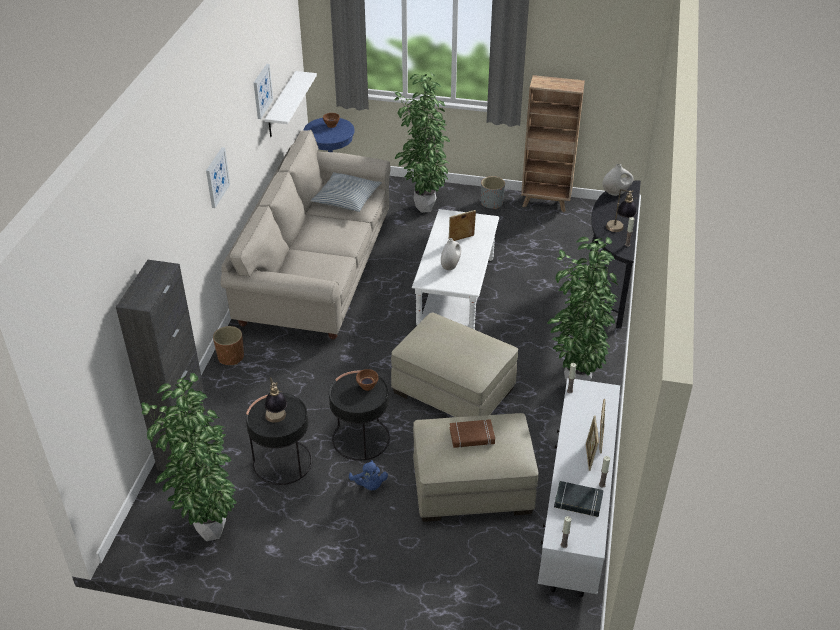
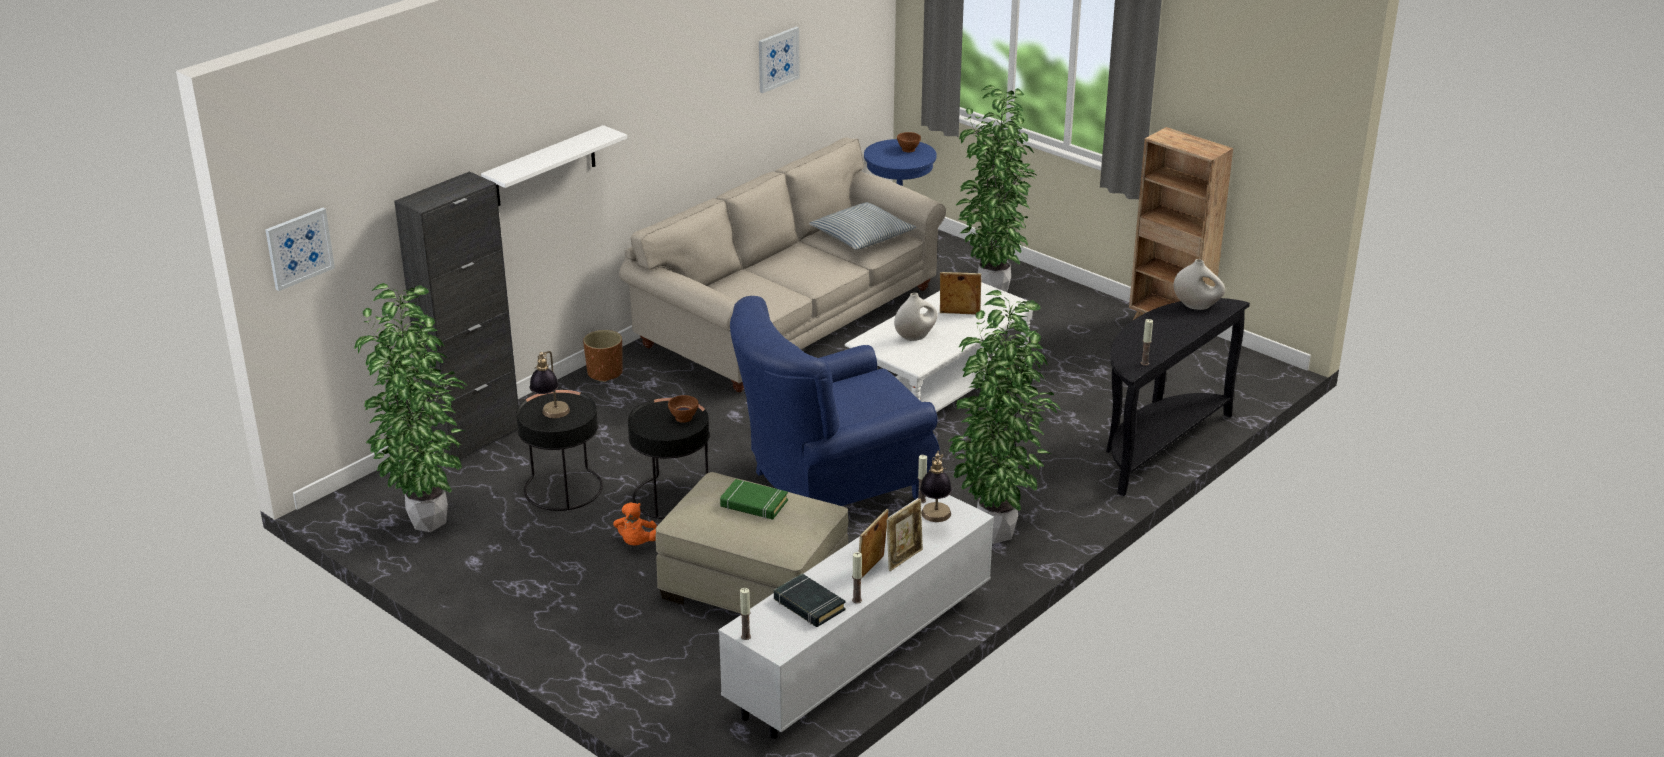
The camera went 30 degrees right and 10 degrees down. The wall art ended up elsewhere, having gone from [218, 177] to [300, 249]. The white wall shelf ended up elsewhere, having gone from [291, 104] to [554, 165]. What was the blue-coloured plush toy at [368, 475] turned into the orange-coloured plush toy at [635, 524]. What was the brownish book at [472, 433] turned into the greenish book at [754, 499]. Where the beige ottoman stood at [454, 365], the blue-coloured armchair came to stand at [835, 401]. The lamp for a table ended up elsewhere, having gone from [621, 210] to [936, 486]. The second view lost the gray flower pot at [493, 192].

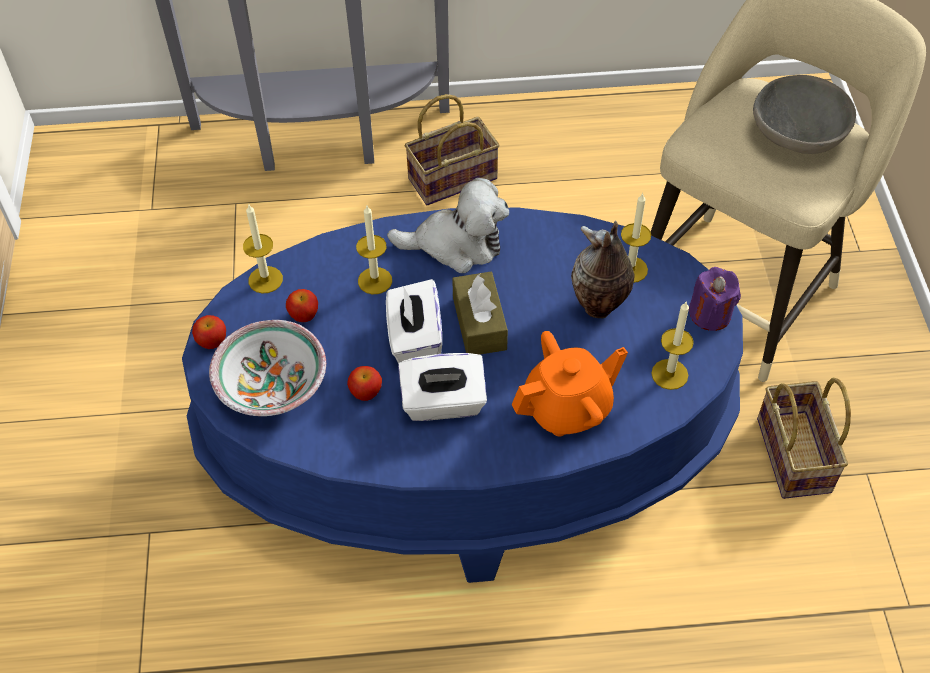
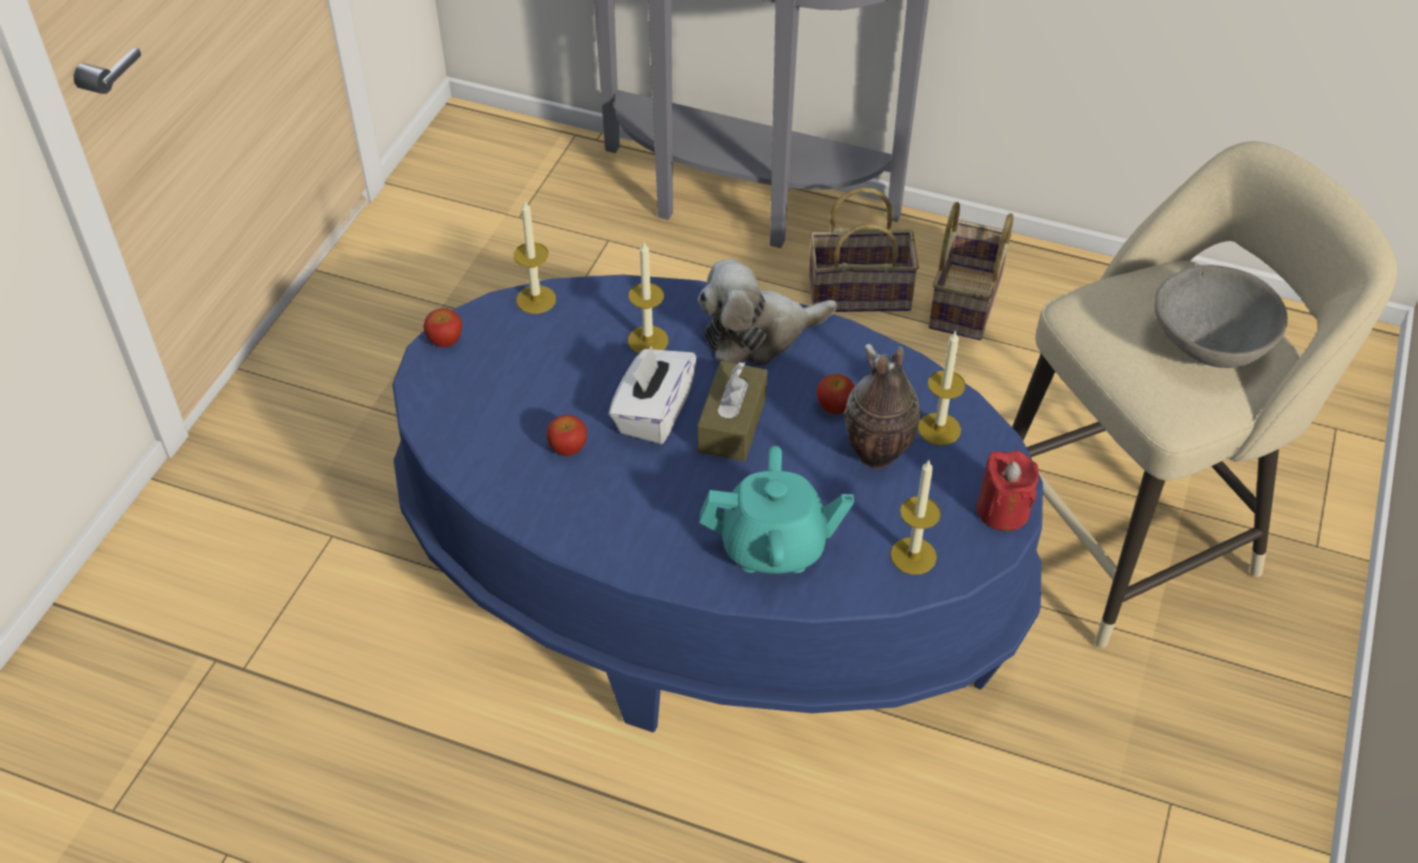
The camera went 25 degrees right and 5 degrees down. The plush toy at [448, 225] ended up facing another way, 135 degrees clockwise from before. What was the orange-coloured pot for tea at [570, 384] turned into the turquoise-coloured pot for tea at [777, 510]. The whole apple ended up elsewhere, having gone from [302, 305] to [836, 394]. The household basket ended up elsewhere, having gone from [804, 438] to [971, 271]. What was the purple-coloured wax light at [715, 299] turned into the red wax light at [1008, 491]. The second view lost the bowl at [267, 368]. The second view lost the white tissue holder at [442, 387].

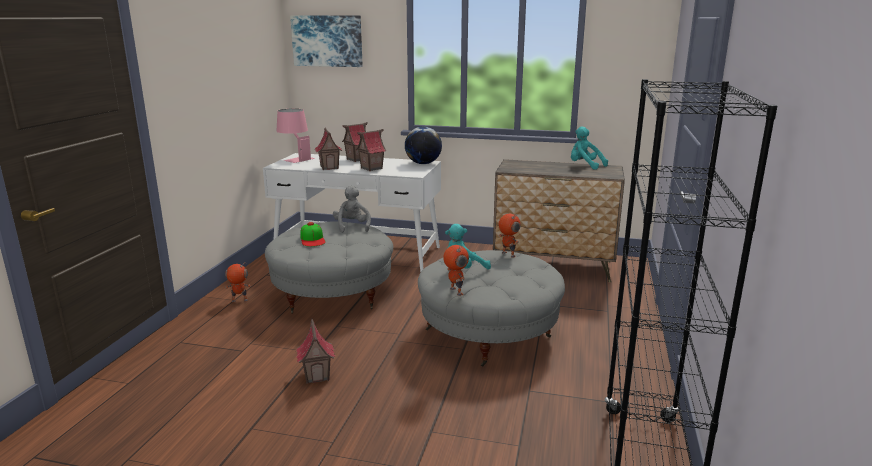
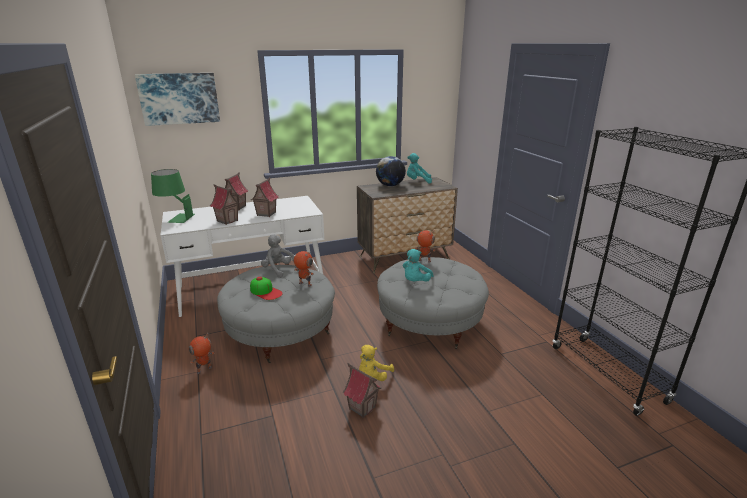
The camera went 35 degrees left and 5 degrees up. What was the pinkish lamp for a table at [295, 136] turned into the greenish lamp for a table at [173, 196]. The model robot ended up elsewhere, having gone from [456, 270] to [303, 269]. The second view gained the yellow-coloured plush toy at [376, 363]. The desk globe ended up elsewhere, having gone from [423, 145] to [391, 171].

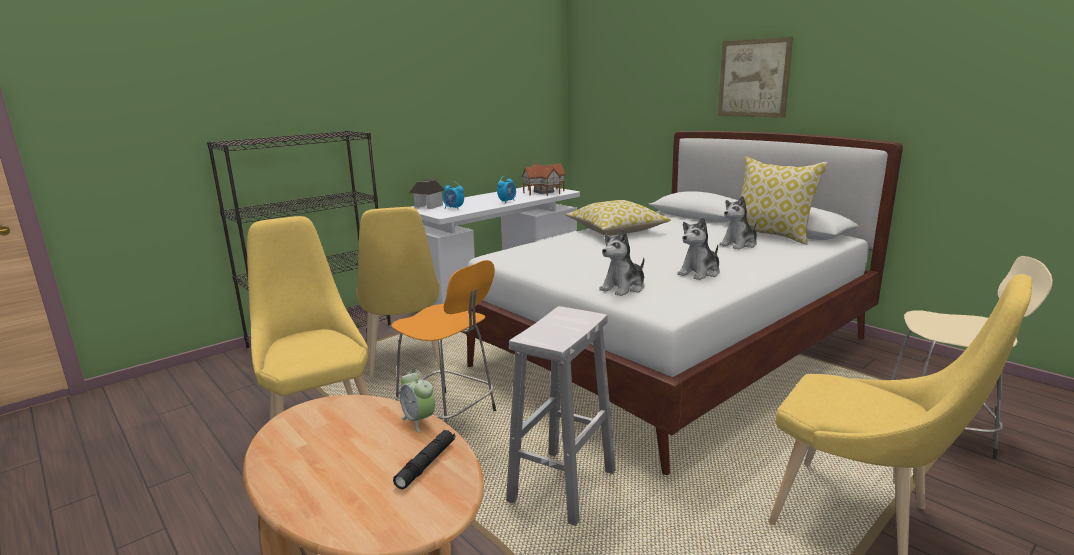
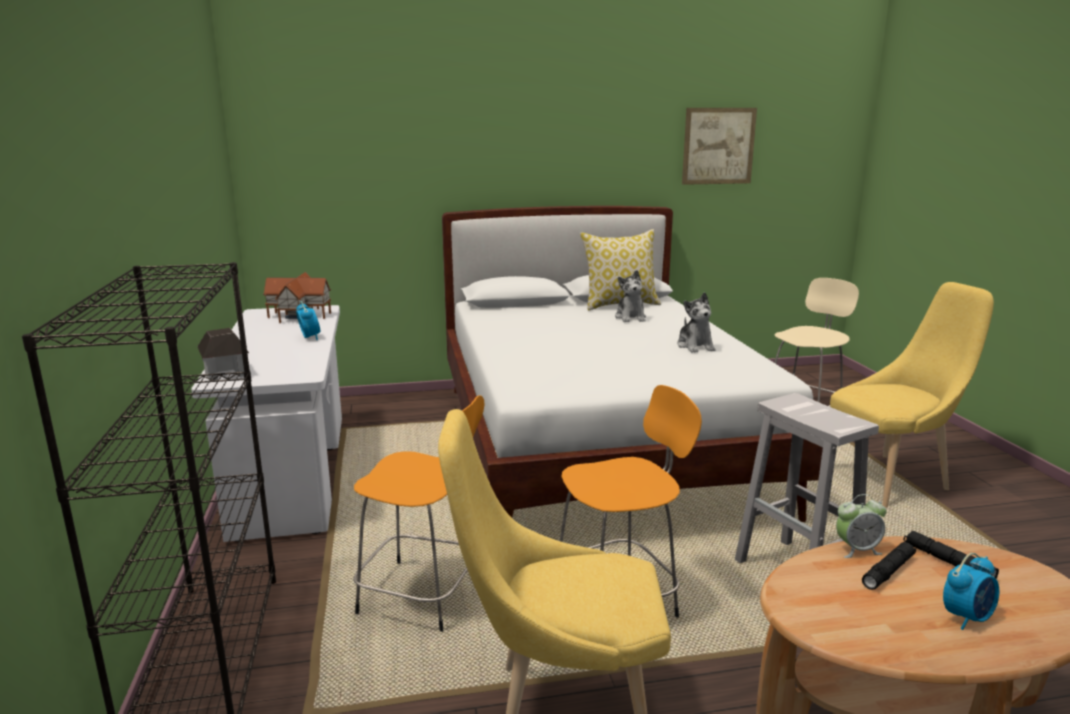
The camera went 60 degrees left and 0 degrees up. Where the yellow-coloured chair stood at [398, 292], the orange-coloured stool came to stand at [418, 514]. The wall art ended up elsewhere, having gone from [755, 77] to [719, 146]. The second view gained the black-coloured hand torch at [889, 566]. The table clock ended up elsewhere, having gone from [453, 195] to [971, 591]. The second view lost the cushion at [618, 218]. The second view lost the plush toy at [621, 262].

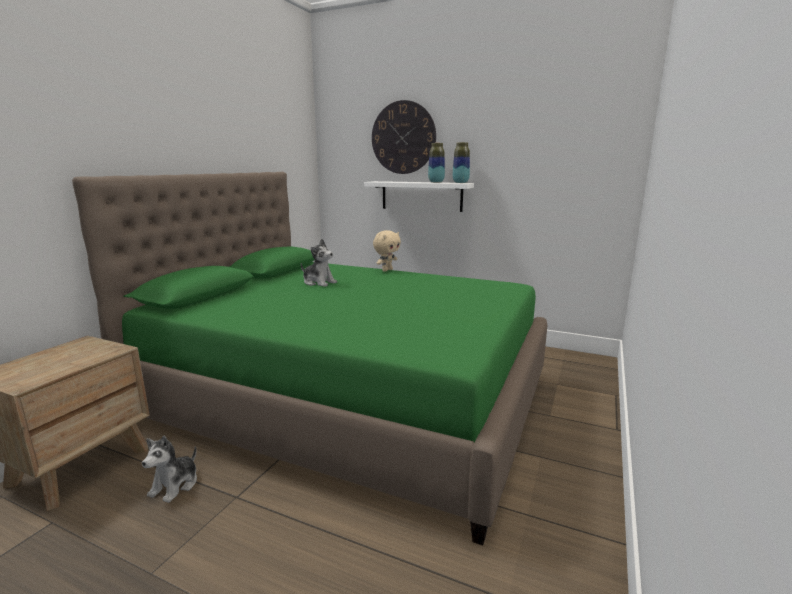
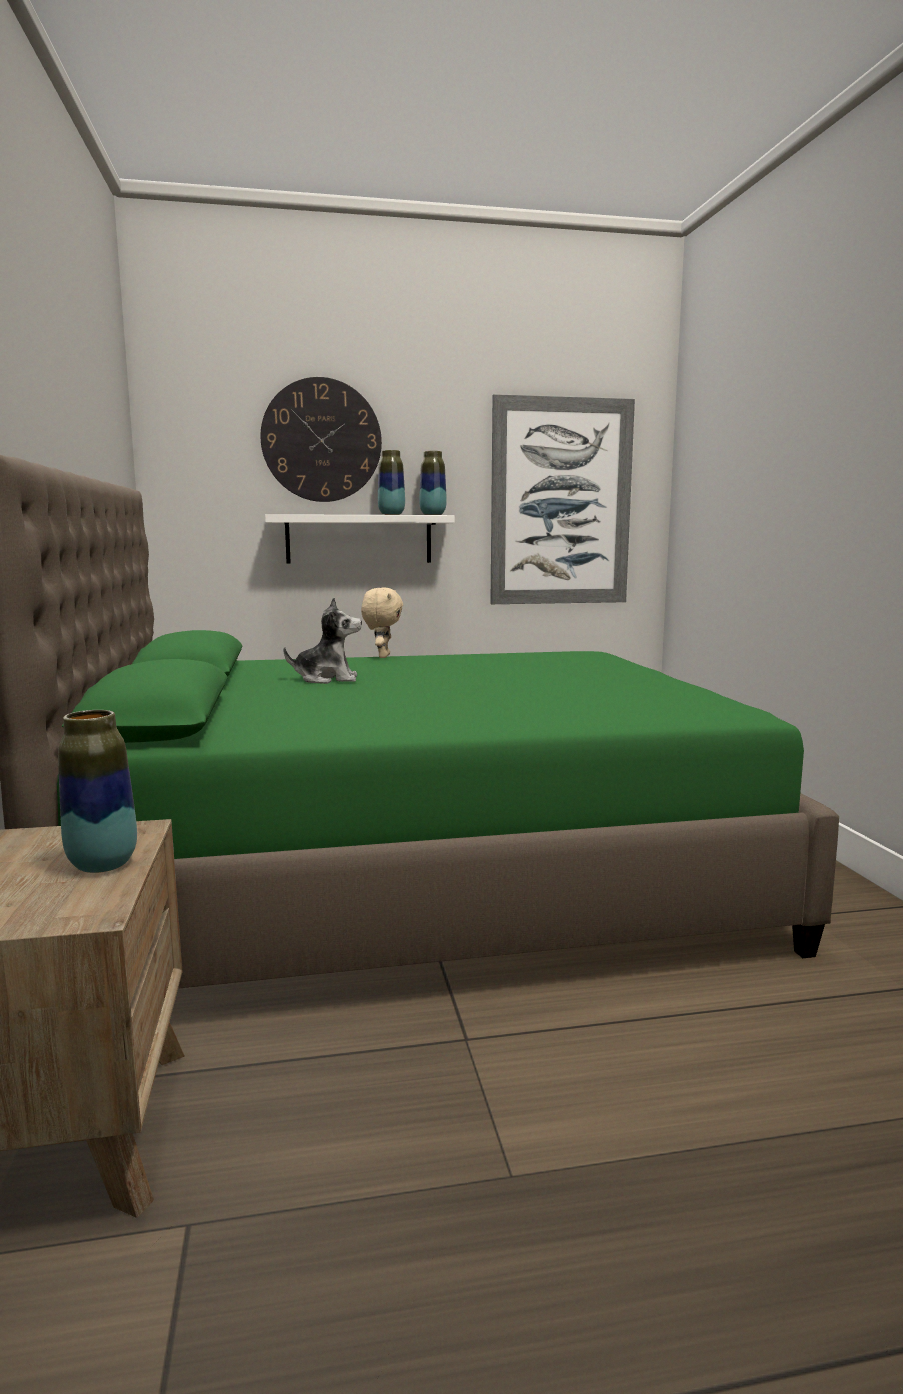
The camera went 35 degrees left and 5 degrees down. The second view gained the decorative vase at [97, 791]. The second view gained the wall art at [562, 499]. The second view lost the plush toy at [169, 469].

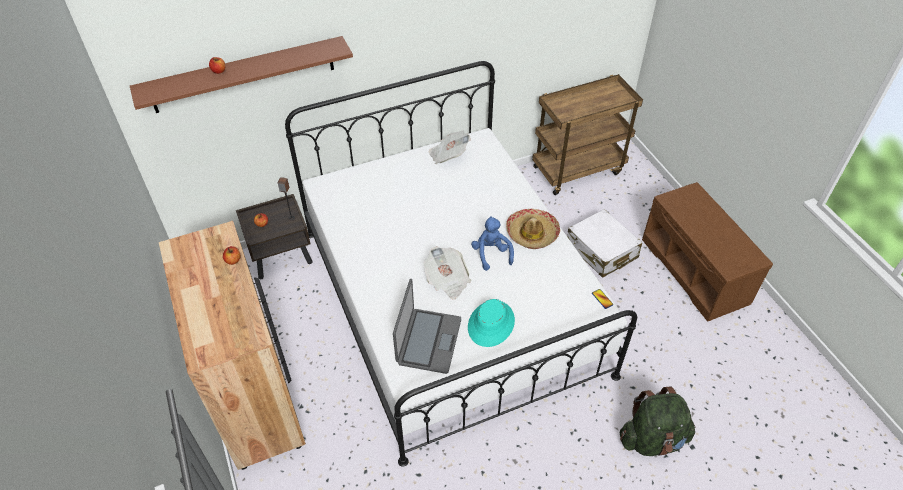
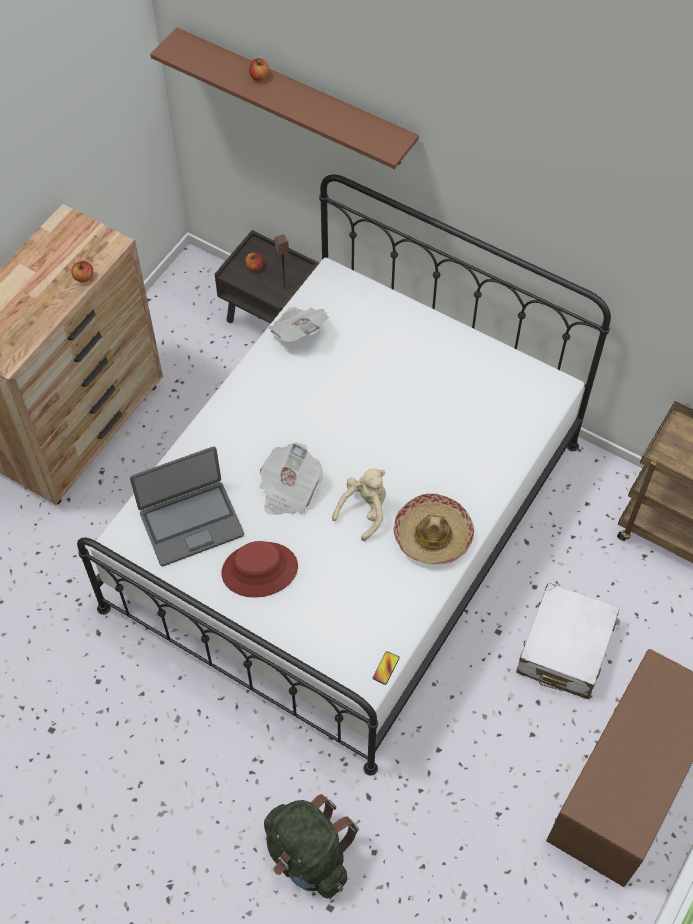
The camera went 55 degrees right and 10 degrees up. What was the turquoise-coloured wearable hat at [491, 323] turned into the red wearable hat at [260, 569]. The newspaper ended up elsewhere, having gone from [450, 147] to [298, 324]. What was the blue-coloured plush toy at [492, 244] turned into the beige plush toy at [359, 505].

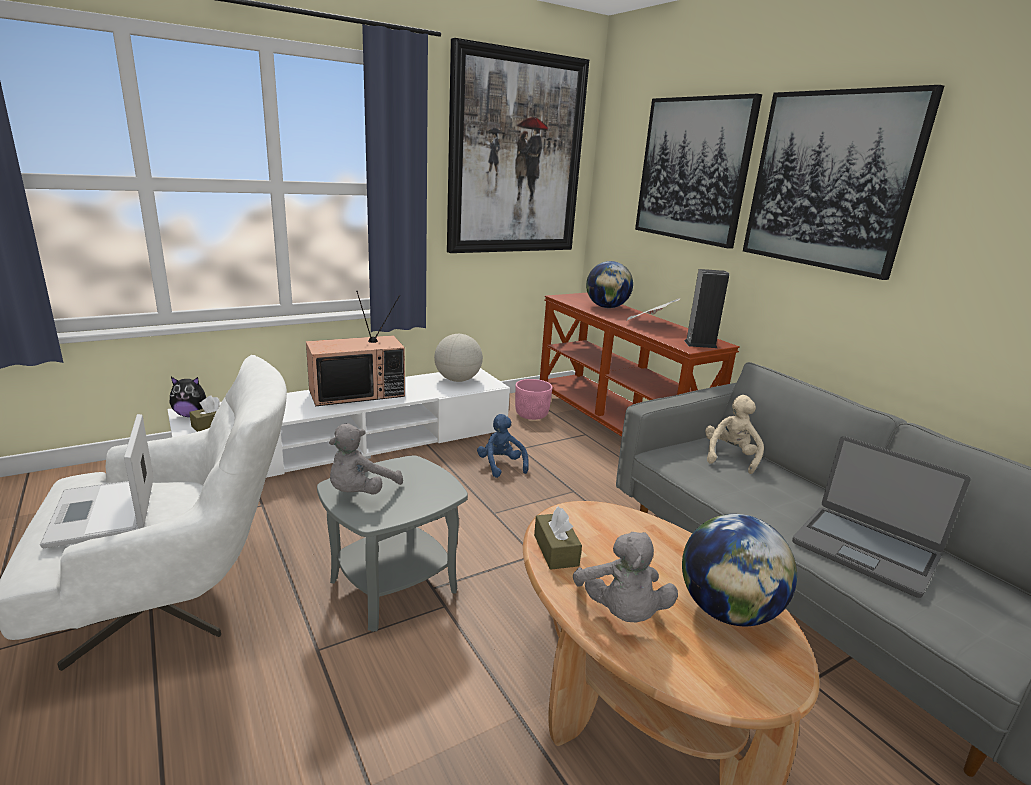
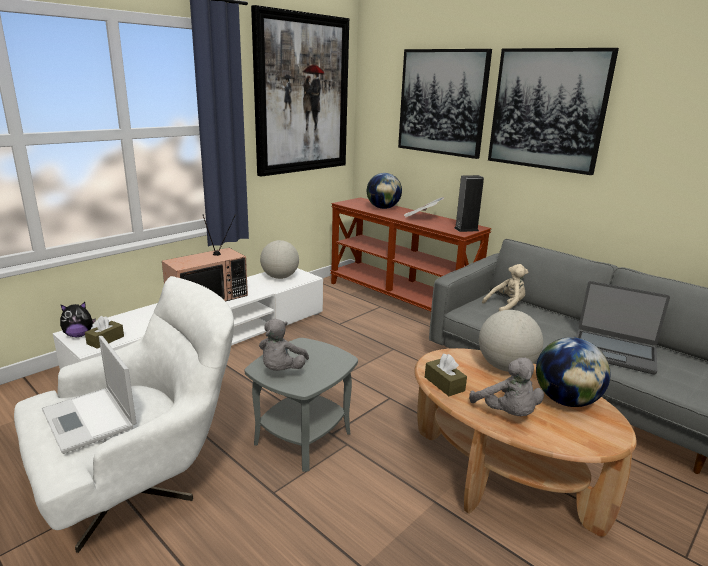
The camera went 15 degrees left and 0 degrees up. The second view gained the desk globe at [511, 341]. The beige plush toy at [734, 434] ended up facing another way, 60 degrees clockwise from before. The second view lost the blue-coloured plush toy at [503, 446]. The second view lost the pinkish flower pot at [533, 399].

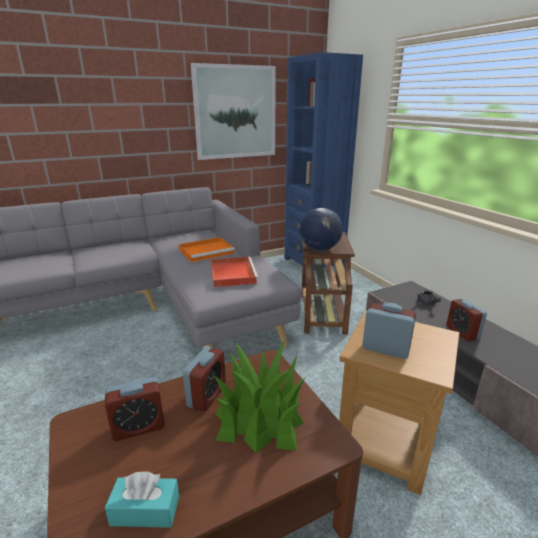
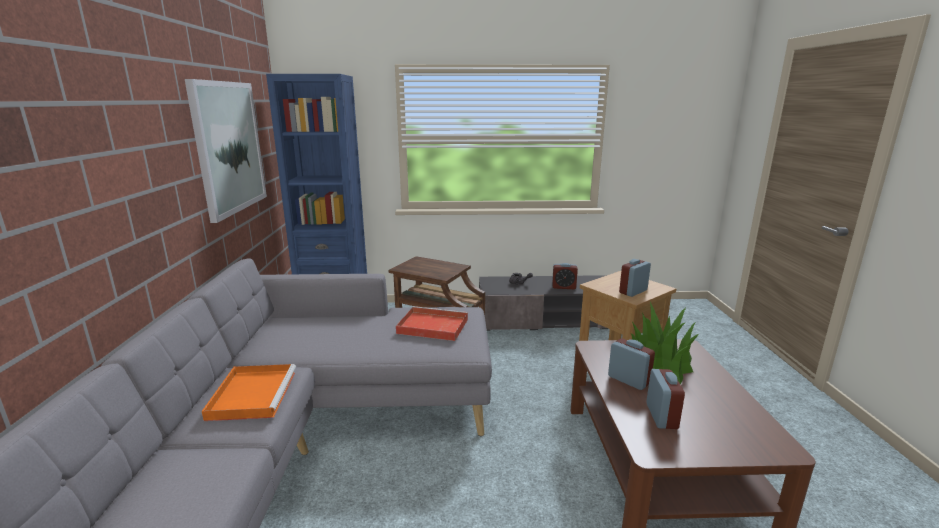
The camera went 65 degrees left and 5 degrees down. The orange-coloured tray ended up elsewhere, having gone from [207, 249] to [249, 392]. The second view lost the turquoise-coloured tissue holder at [142, 499]. The second view lost the desk globe at [321, 229].

